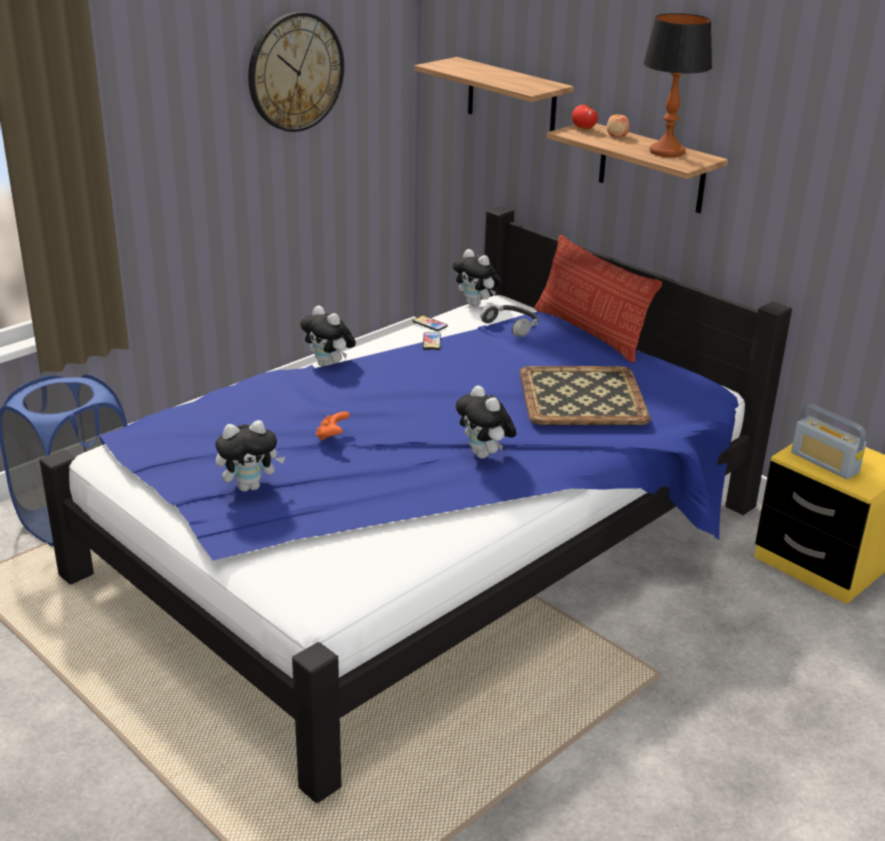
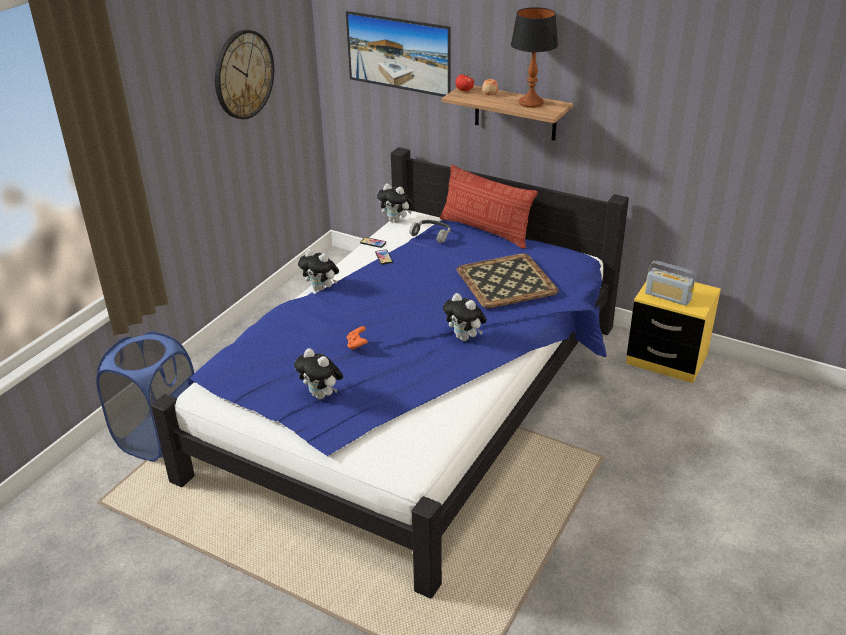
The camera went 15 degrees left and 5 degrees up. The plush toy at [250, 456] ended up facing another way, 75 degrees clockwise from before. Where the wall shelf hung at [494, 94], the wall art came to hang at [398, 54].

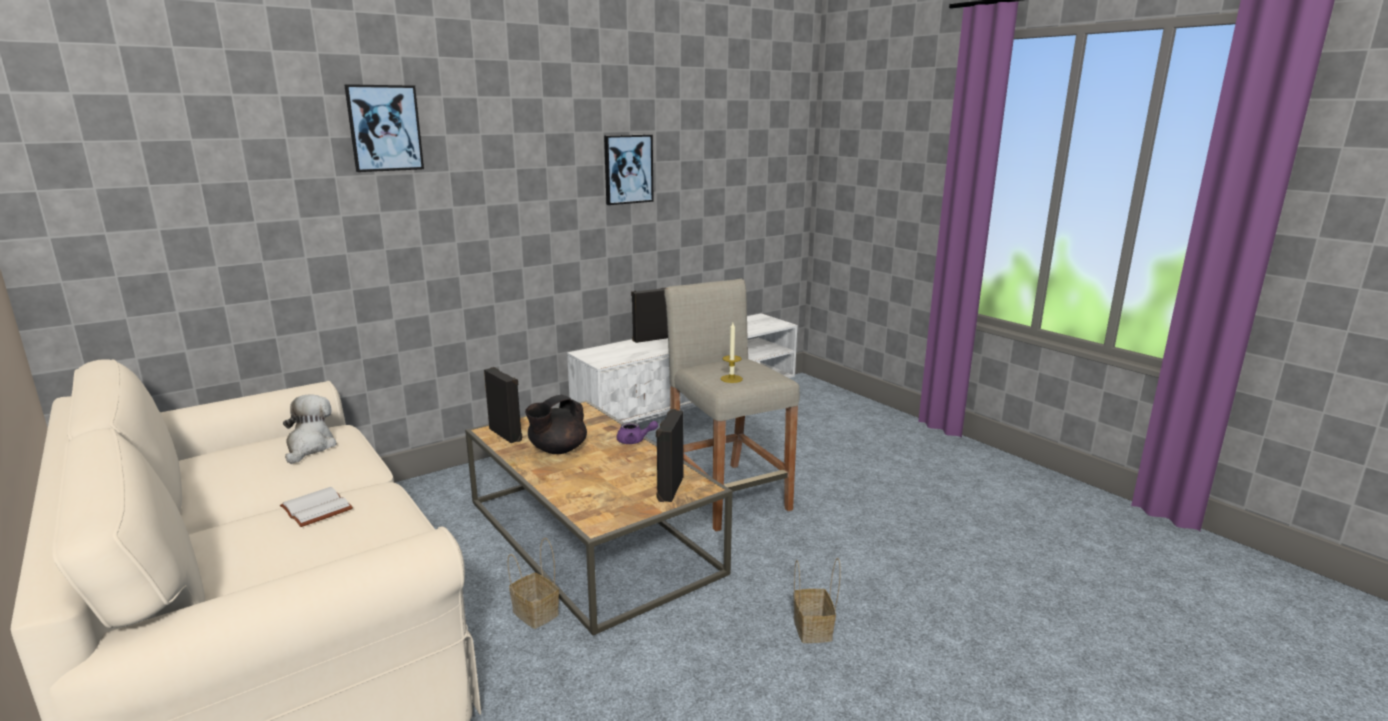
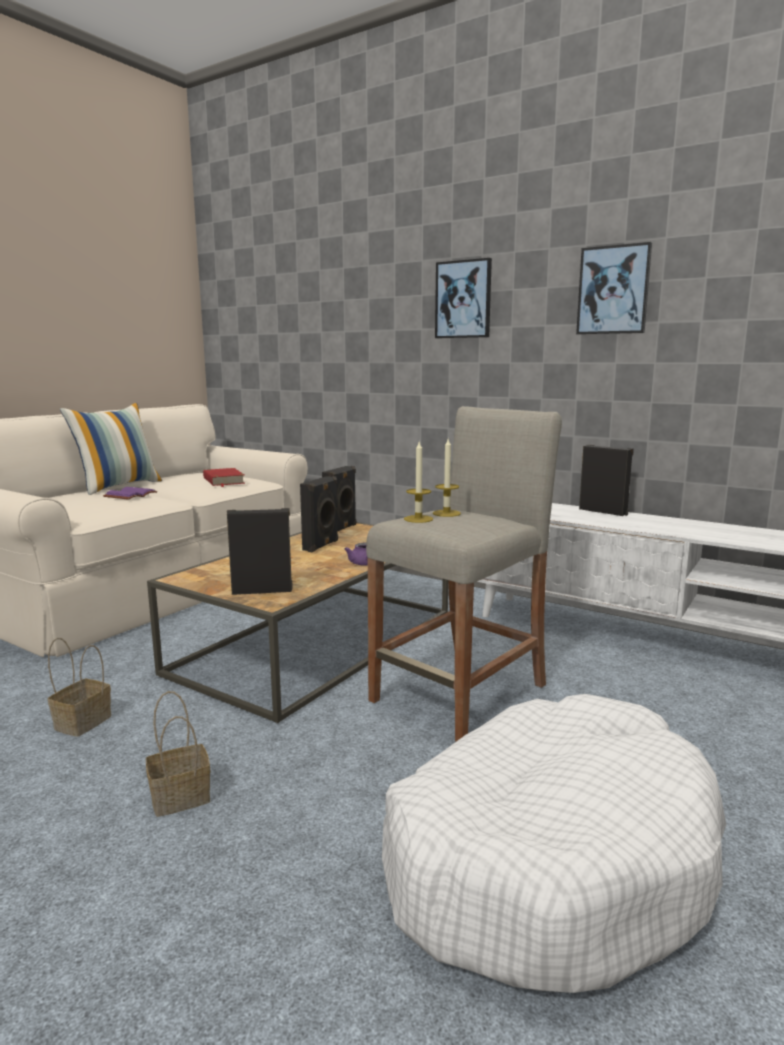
The camera went 70 degrees right and 5 degrees down. The household basket ended up elsewhere, having gone from [533, 583] to [79, 687]. The second view gained the cushion at [111, 449]. What was the white book at [316, 507] turned into the purple-coloured book at [130, 493]. Where the plush toy stood at [310, 429], the red book came to stand at [224, 477]. Where the black-coloured pot for tea stood at [556, 424], the black-coloured speaker came to stand at [319, 514]. The second view gained the white dog bed at [554, 843]. The second view gained the wax light at [447, 478]. The wall art ended up elsewhere, having gone from [384, 128] to [463, 298].

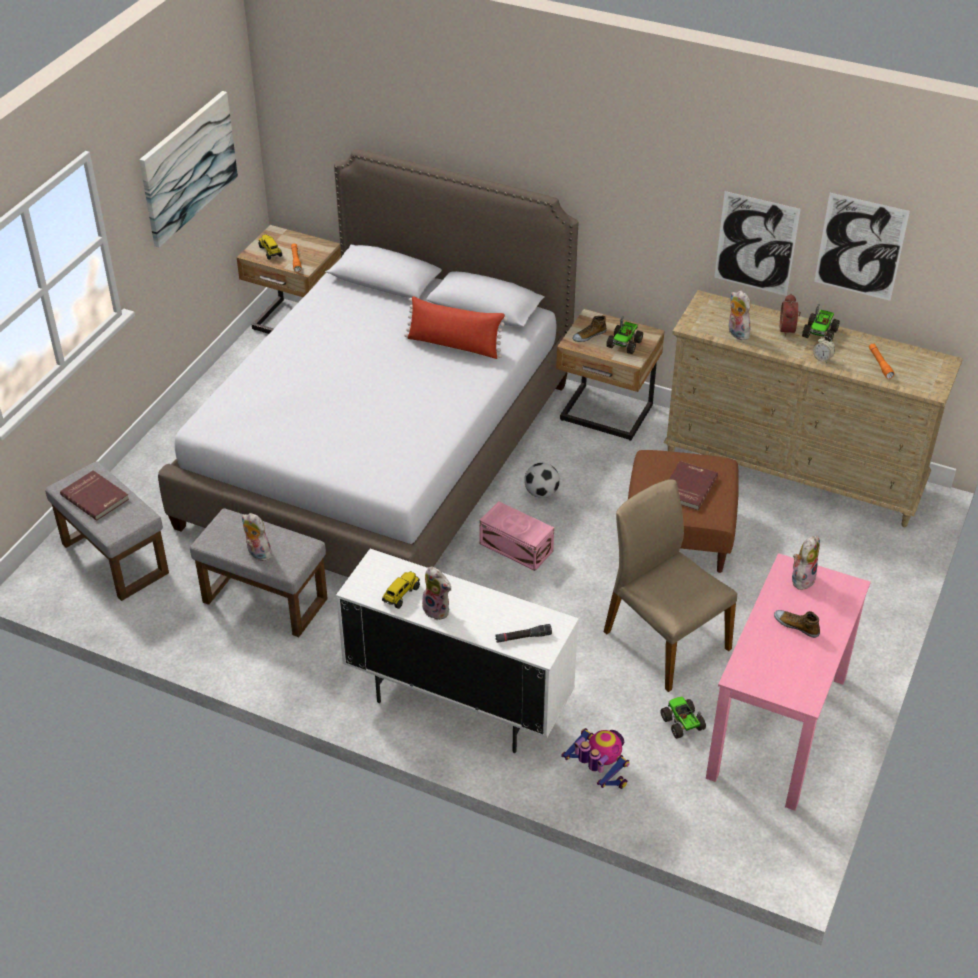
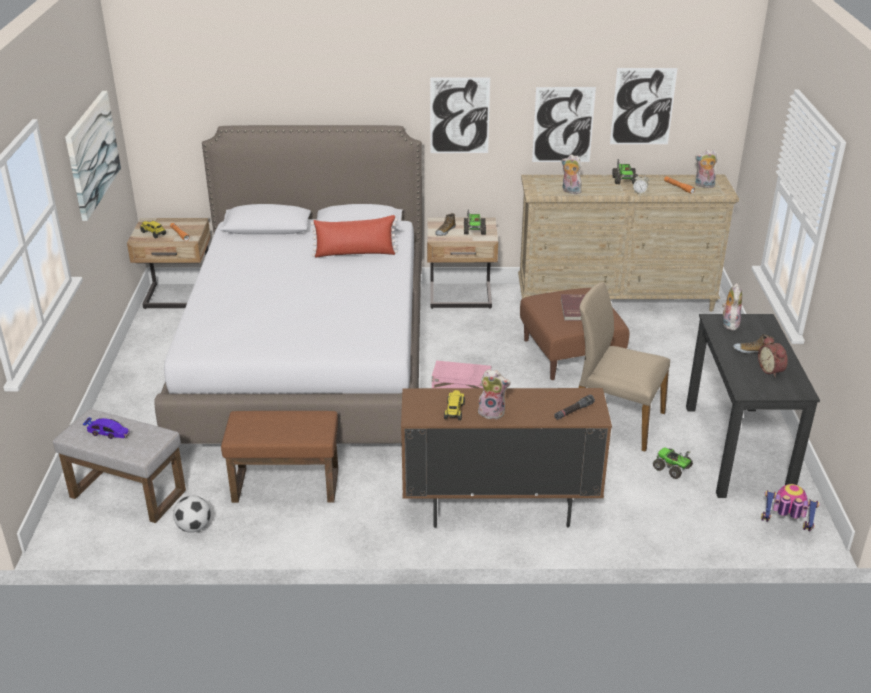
The camera went 25 degrees left and 10 degrees down. Where the red book stood at [94, 495], the model car came to stand at [106, 428]. The football ended up elsewhere, having gone from [542, 480] to [192, 514]. What was the gray ottoman at [259, 572] turned into the brownish ottoman at [279, 457]. What was the white cupboard at [457, 651] turned into the brownish cupboard at [506, 458]. The second view gained the wall art at [460, 115]. What was the pinkish desk table at [788, 682] turned into the black-coloured desk table at [753, 406]. The plush toy ended up elsewhere, having gone from [257, 537] to [706, 168]. The table clock ended up elsewhere, having gone from [790, 315] to [773, 356]. The model robot ended up elsewhere, having gone from [595, 758] to [790, 507].

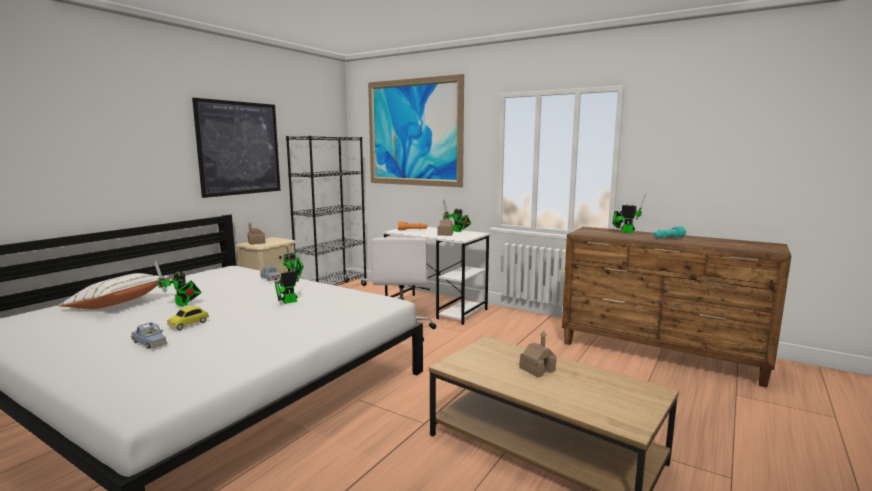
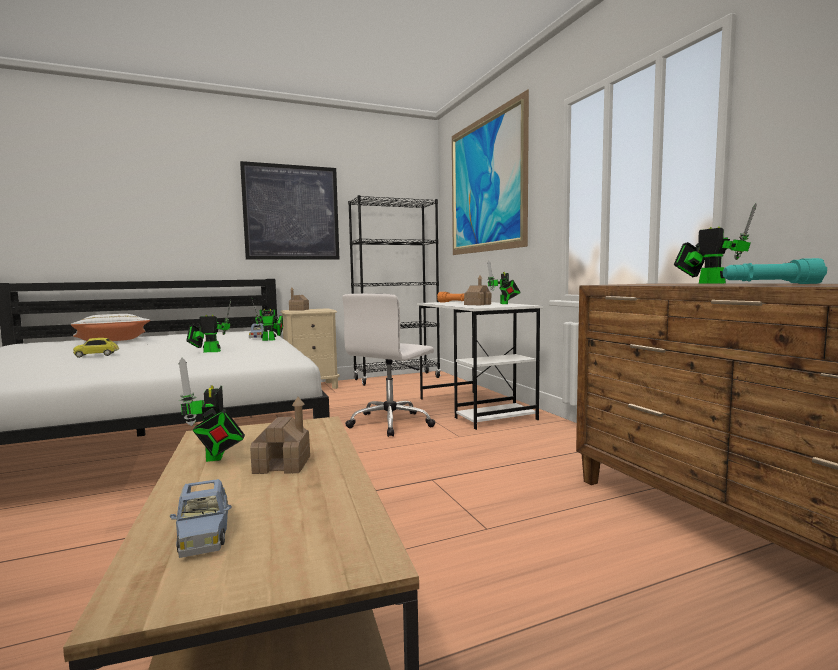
The camera went 35 degrees right and 5 degrees down. The blue-coloured model car ended up elsewhere, having gone from [149, 335] to [200, 518]. The model robot ended up elsewhere, having gone from [178, 283] to [211, 410].

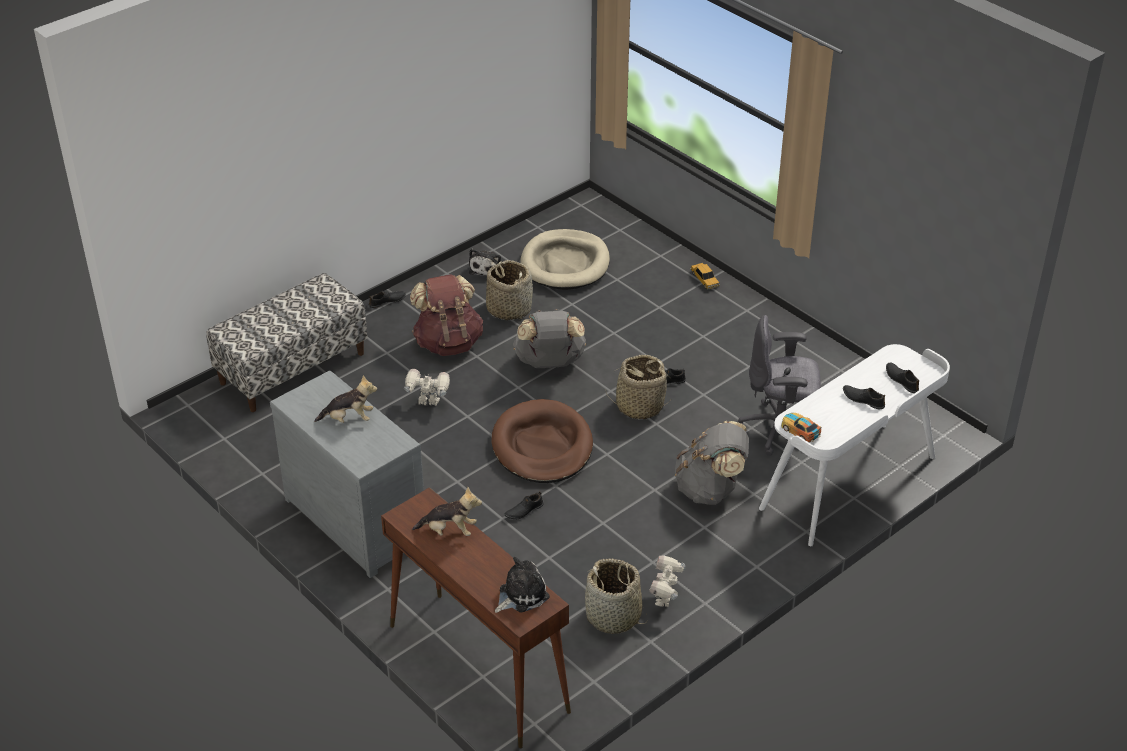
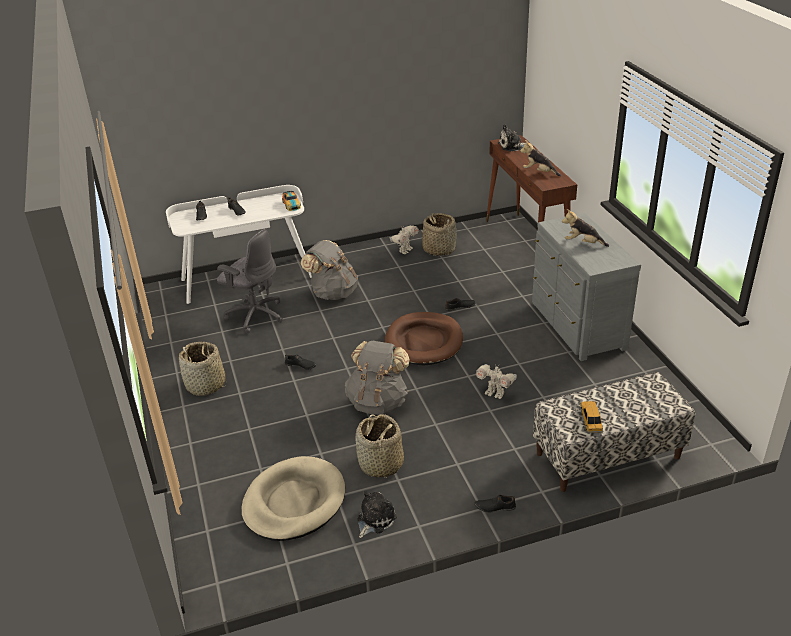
The camera went 155 degrees left and 5 degrees down. The household basket ended up elsewhere, having gone from [638, 387] to [203, 369]. The model car ended up elsewhere, having gone from [704, 276] to [591, 417]. The second view lost the brownish knapsack at [446, 315].

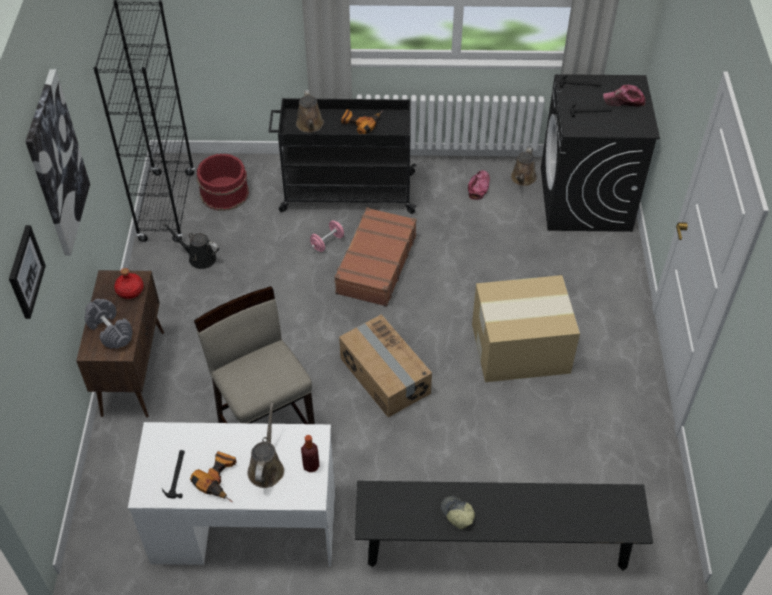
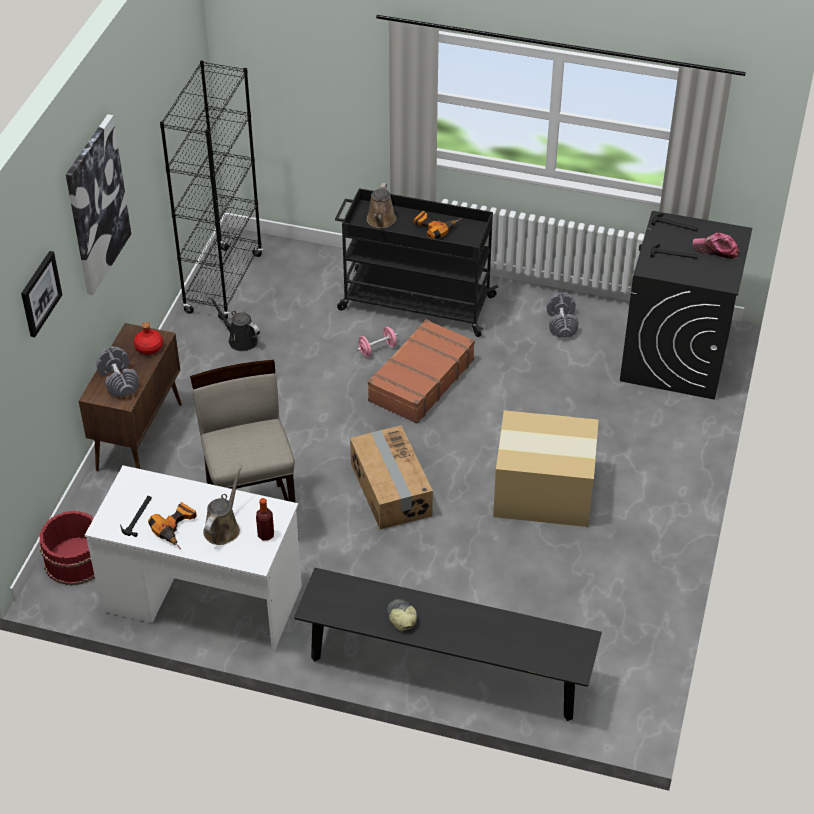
The camera went 15 degrees right and 5 degrees down. The red pail ended up elsewhere, having gone from [223, 182] to [67, 548]. Where the peaked cap stood at [479, 185], the gray free weight came to stand at [563, 315]. The second view lost the brownish watering can at [524, 166].

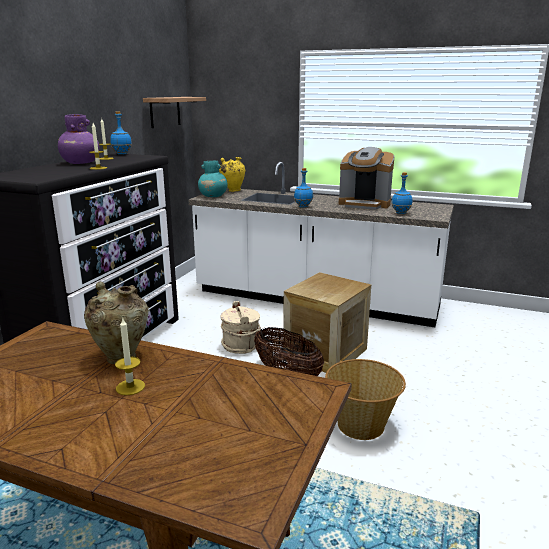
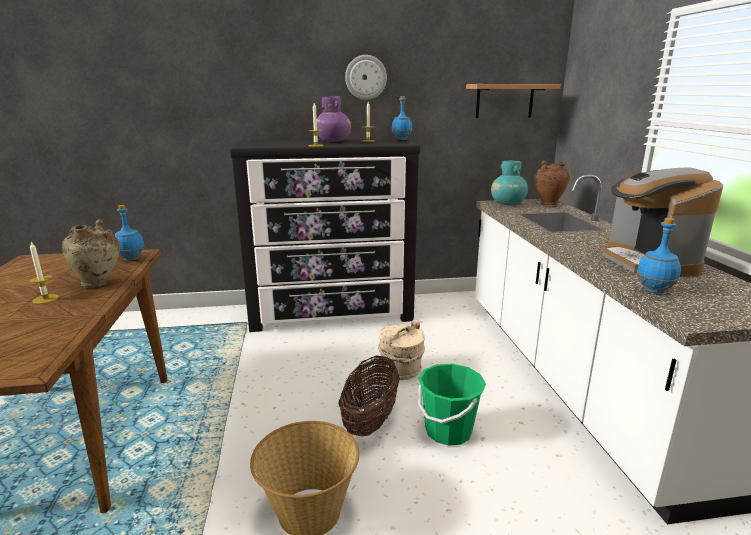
The camera went 60 degrees right and 0 degrees up. The blue-coloured beverage bottle ended up elsewhere, having gone from [303, 188] to [129, 233]. The second view gained the clock on the wall at [366, 77]. Where the packing crate stood at [327, 322], the greenish pail came to stand at [452, 405]. What was the yellow-coloured decorative vase at [232, 174] turned into the brownish decorative vase at [552, 182].

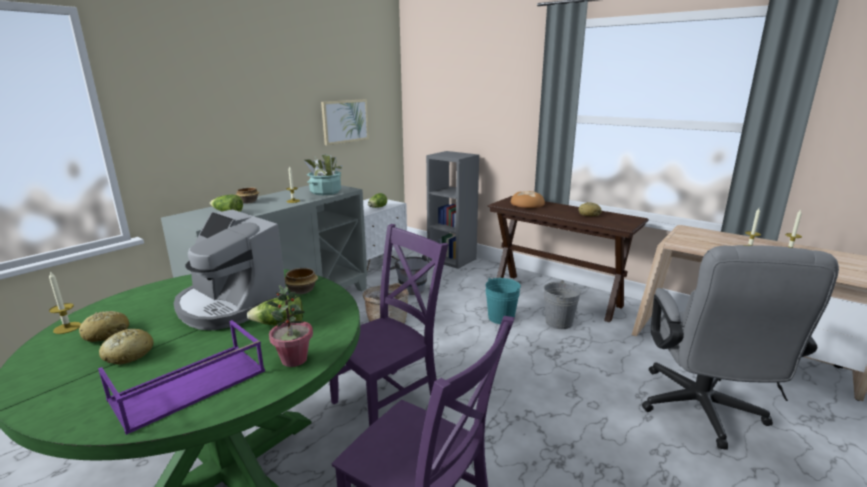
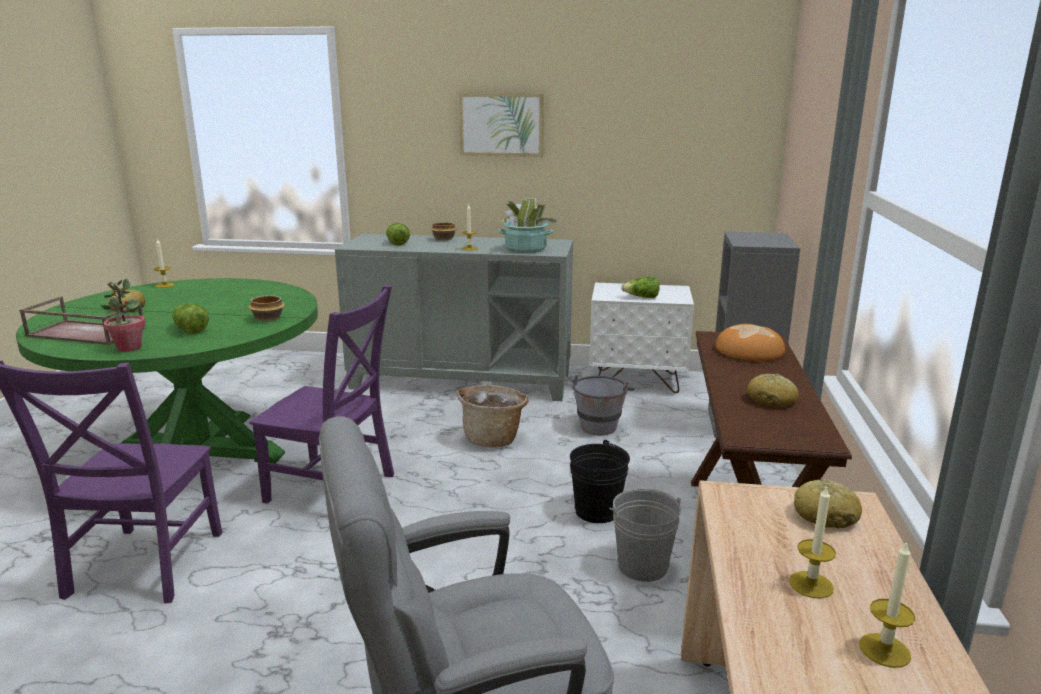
The camera went 60 degrees right and 0 degrees up. What was the purple-coloured tray at [181, 377] turned into the brownish tray at [82, 320]. The wall art ended up elsewhere, having gone from [345, 122] to [501, 125]. What was the turquoise-coloured pail at [503, 301] turned into the black-coloured pail at [600, 481]. The baked bread ended up elsewhere, having gone from [104, 326] to [828, 503]. The second view lost the coffee brewer at [231, 269].

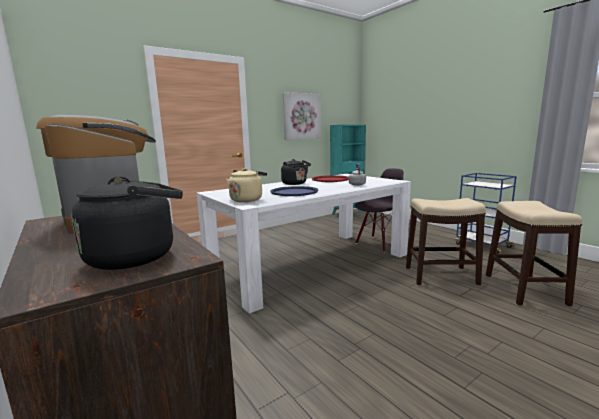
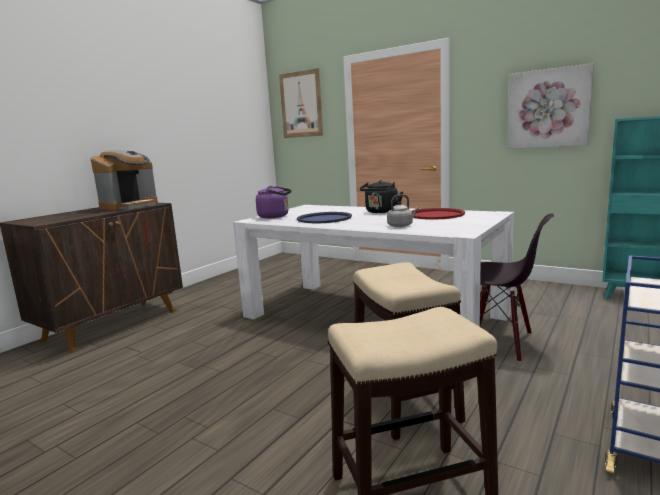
The camera went 70 degrees right and 0 degrees up. What was the beige water kettle at [246, 185] turned into the purple-coloured water kettle at [273, 202]. The second view gained the wall art at [301, 103]. The second view lost the black-coloured water kettle at [127, 223].

